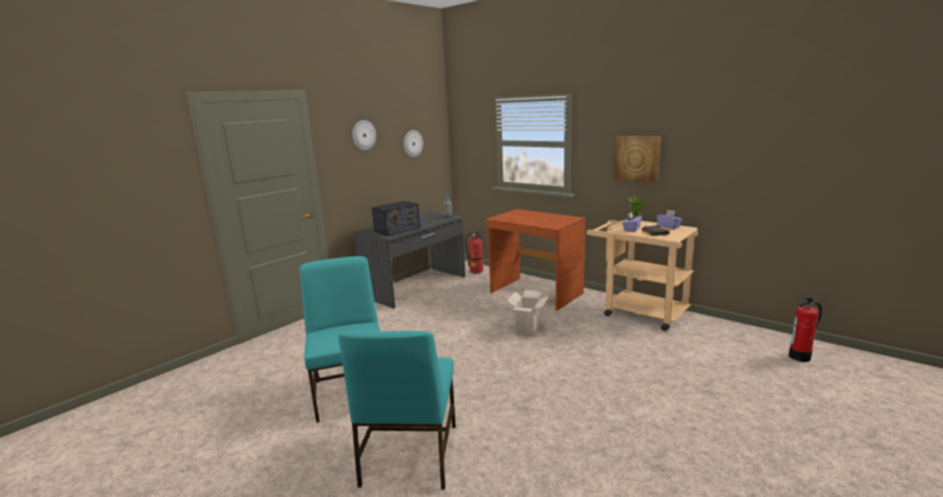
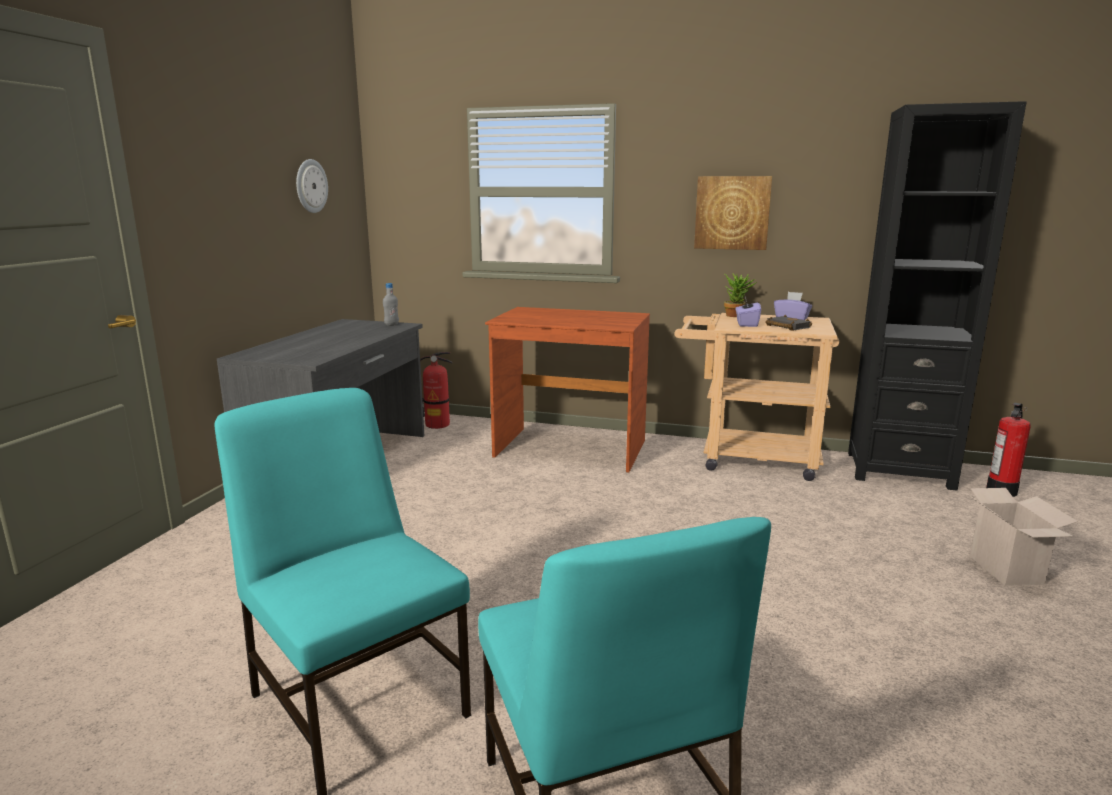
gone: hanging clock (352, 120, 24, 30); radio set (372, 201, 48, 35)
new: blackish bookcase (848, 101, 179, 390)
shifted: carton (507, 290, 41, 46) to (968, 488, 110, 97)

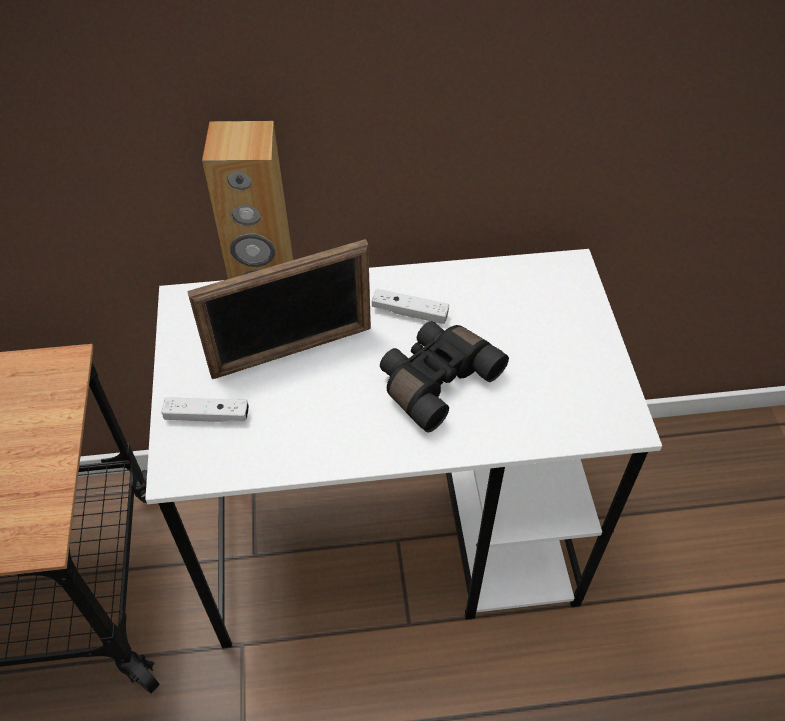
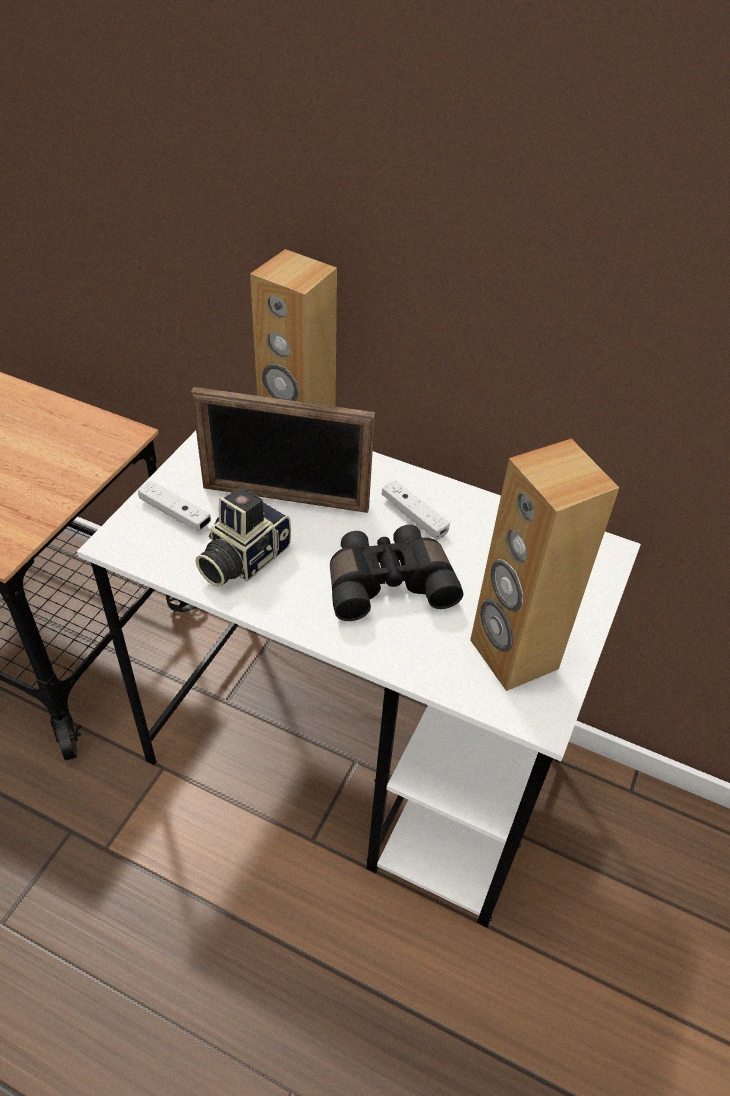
new: still camera (196, 487, 95, 100); brown-coloured loudspeaker (470, 439, 150, 252)

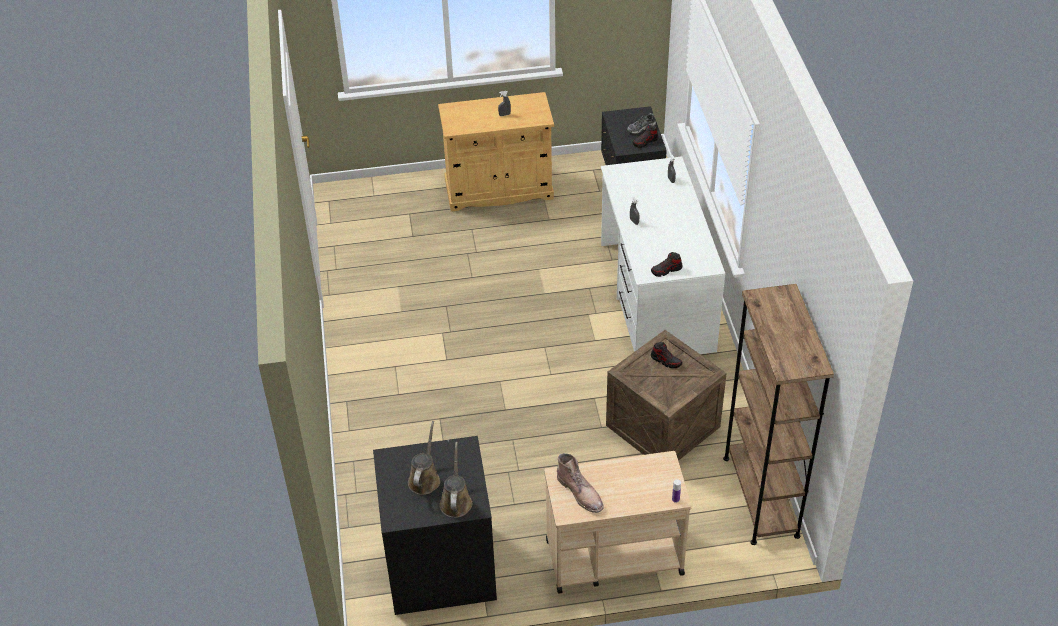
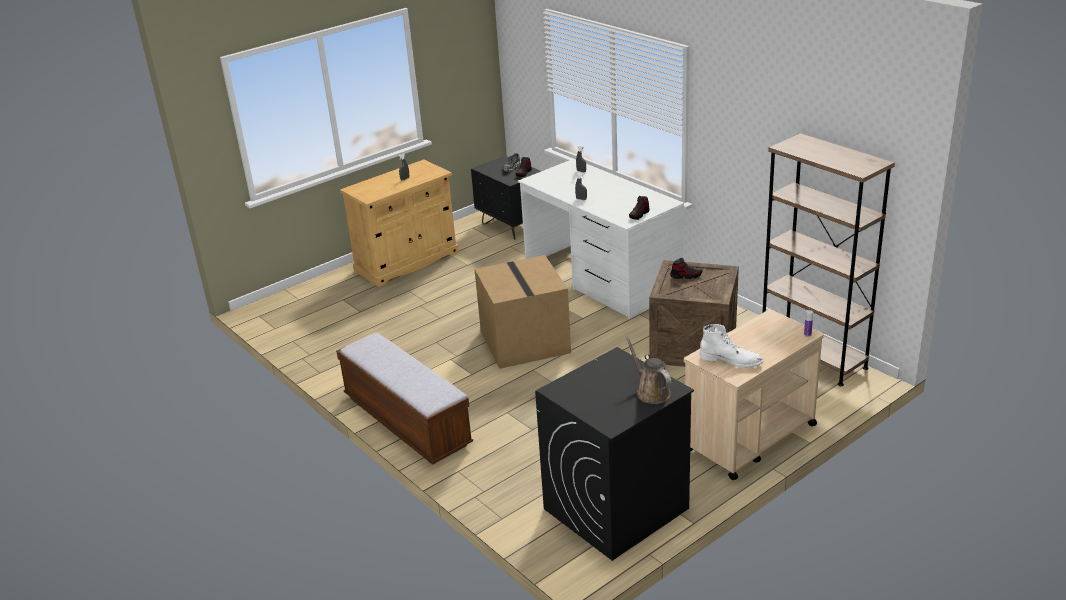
gone: brown-coloured sprinkling can (408, 421, 32, 74)
new: long seat (336, 333, 137, 132); carton (474, 255, 97, 114)
repainted: brown-coloured high-top boot (557, 453, 47, 60) to whitish high-top boot (699, 324, 64, 44)

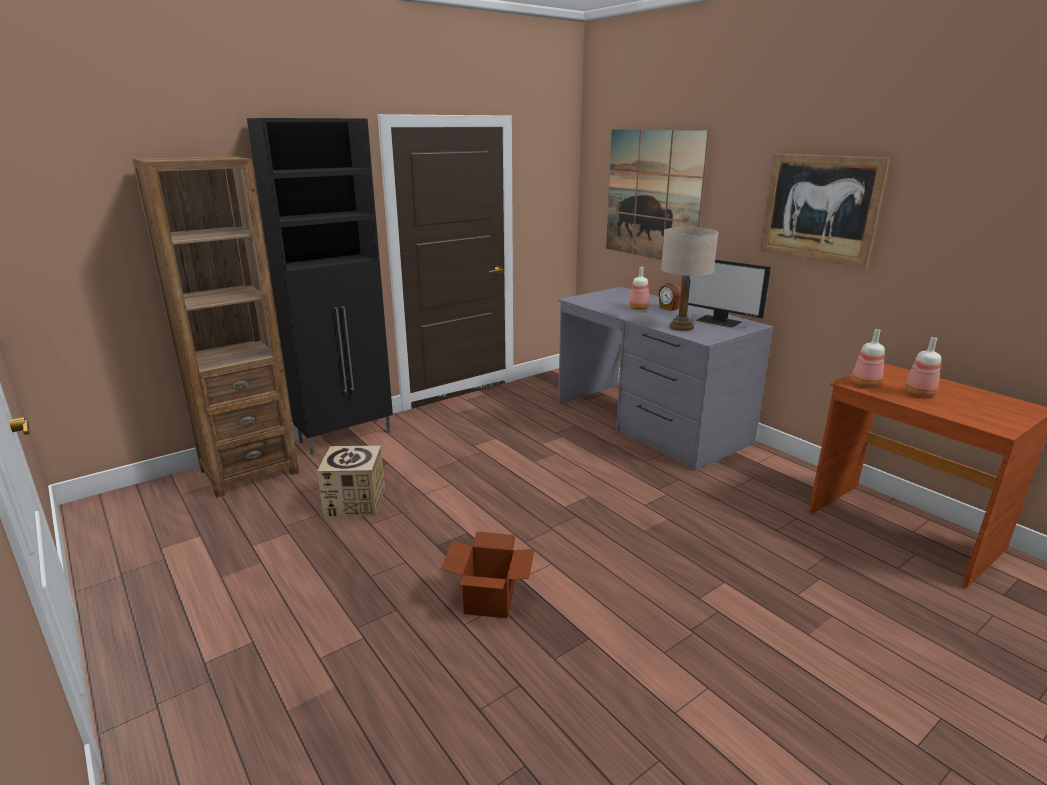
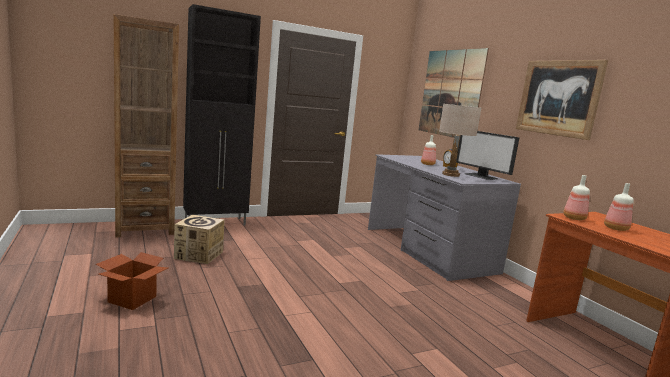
shifted: carton (441, 532, 94, 86) to (96, 252, 72, 58)

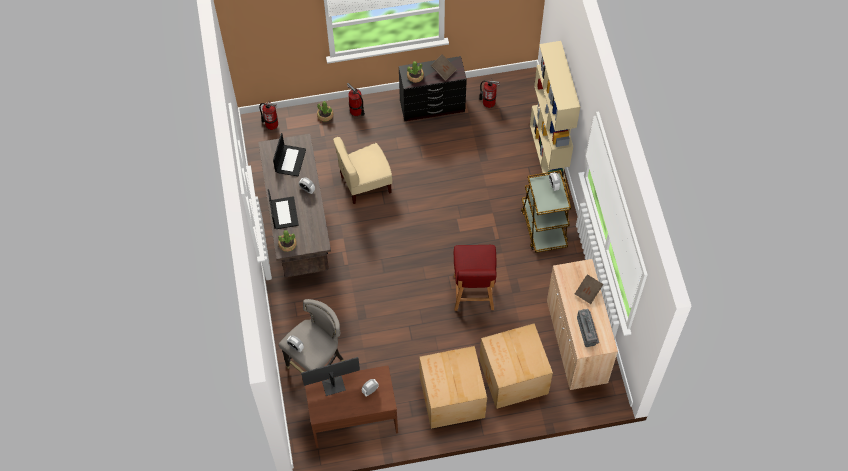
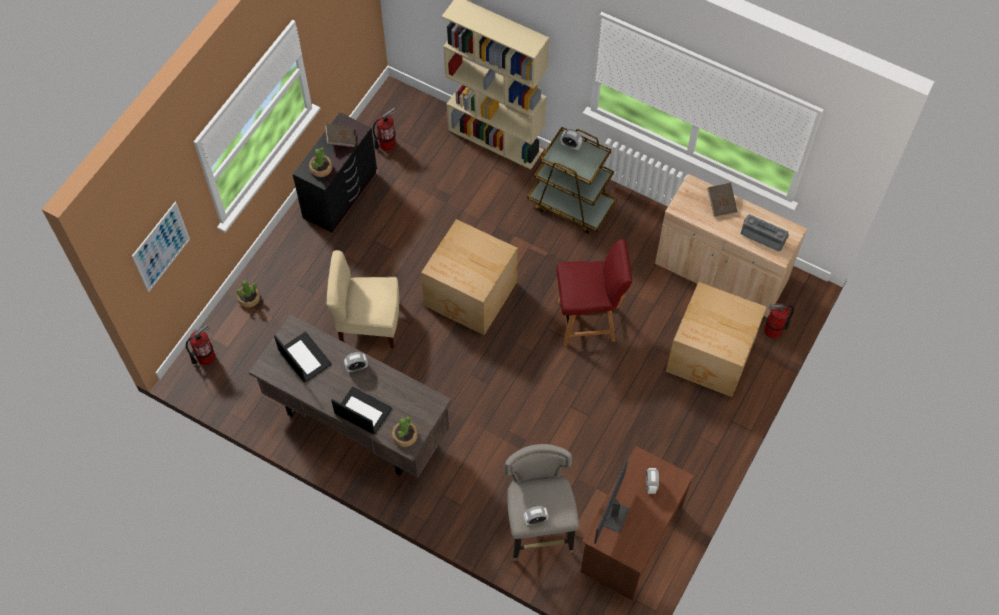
new: picture (132, 202, 58, 90)
shifted: carton (419, 346, 68, 83) to (421, 219, 97, 116); fire extinguisher (347, 83, 18, 33) to (764, 303, 30, 35)
rotated: beige-coloured plain chair (333, 137, 59, 67) = (326, 250, 73, 98) 75 degrees clockwise; red plain chair (454, 245, 43, 66) = (556, 239, 76, 107) 45 degrees counterclockwise

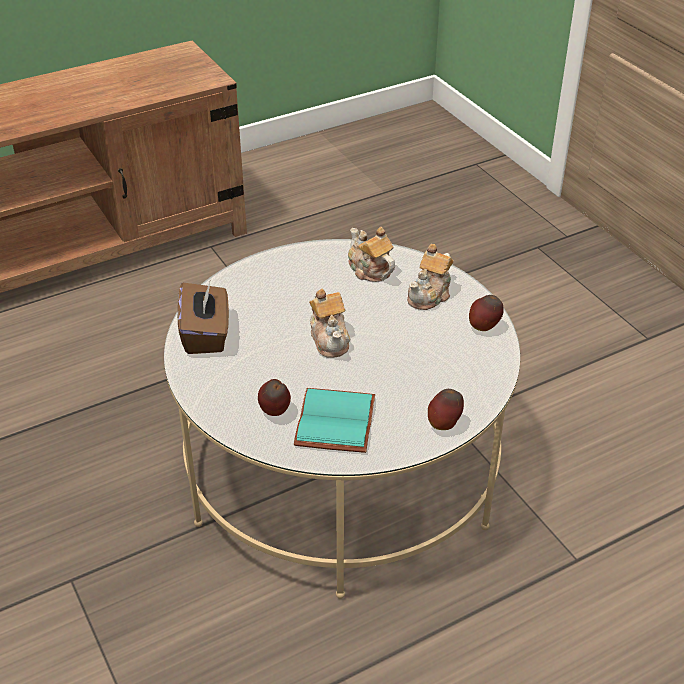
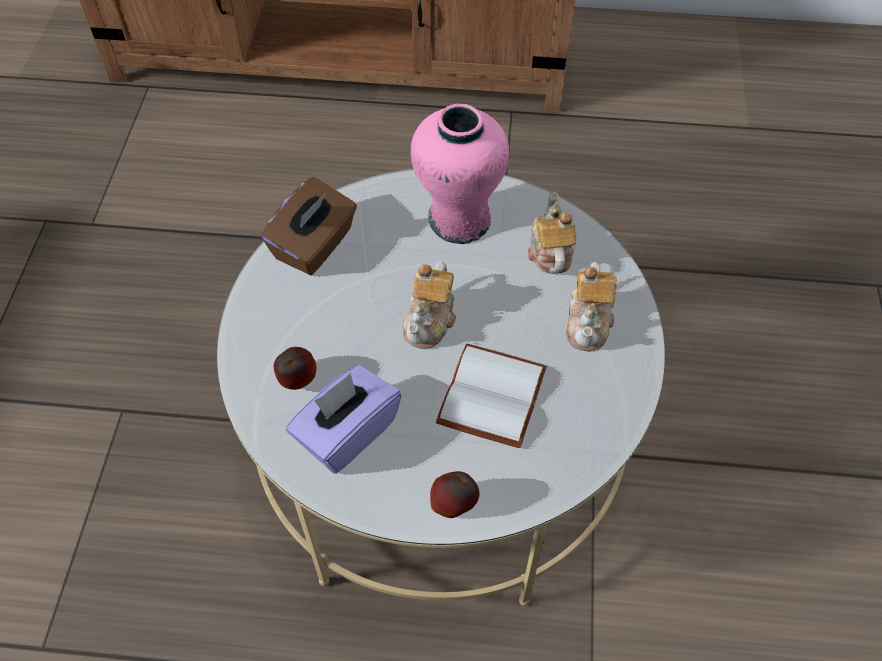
gone: whole apple (469, 295, 35, 36)
new: pink-coloured vase (411, 104, 99, 140); whitish bound book (436, 343, 111, 105)
swapped: turquoise bound book (294, 388, 81, 65) to purplish box of tissues (286, 365, 115, 109)
rotated: tea pot (407, 244, 46, 66) = (566, 262, 51, 89) 60 degrees counterclockwise

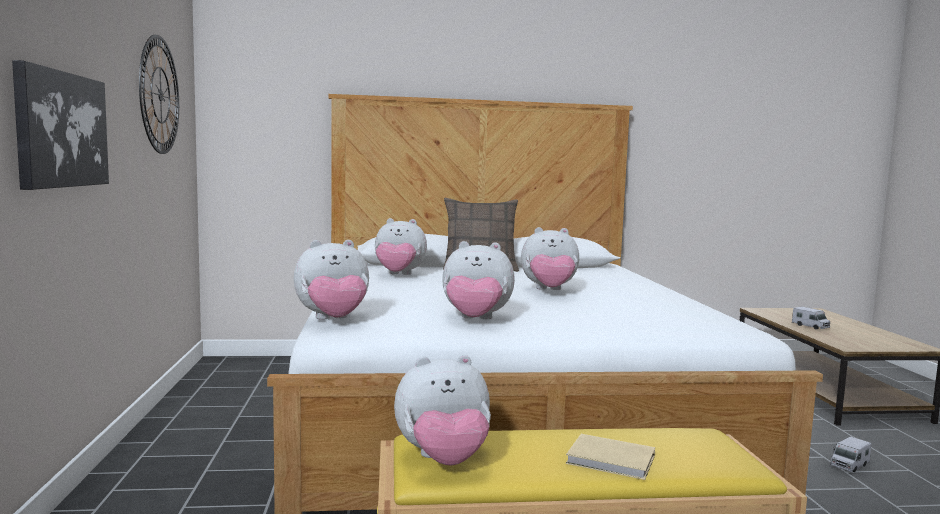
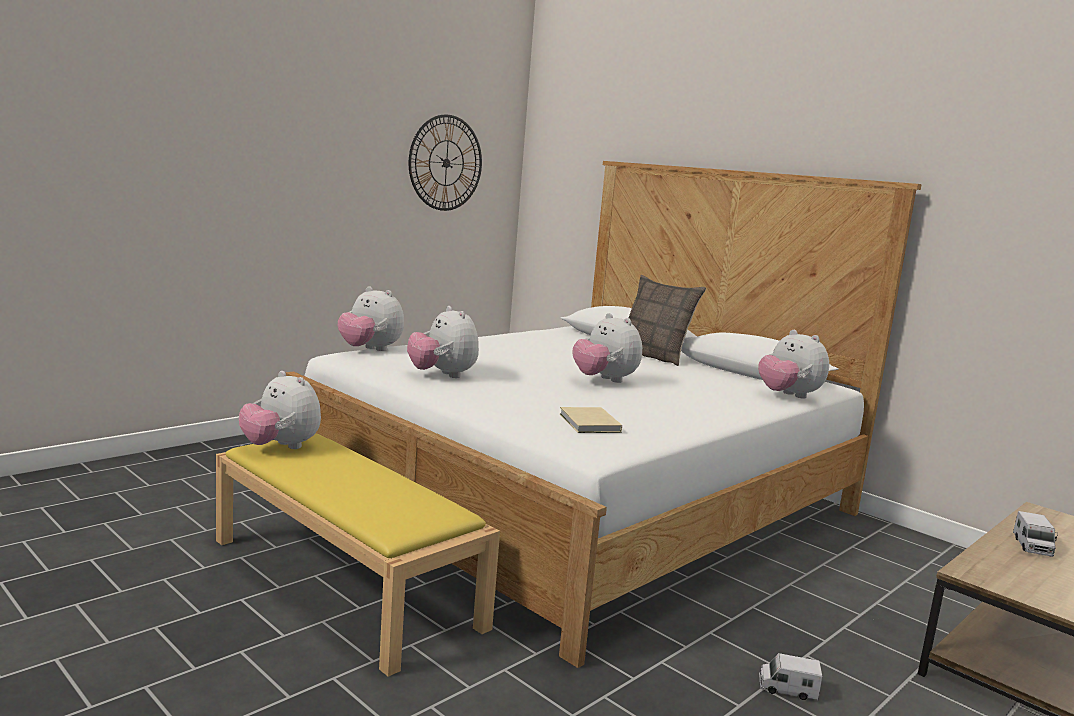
gone: picture (12, 60, 97, 130)
shifted: beige-coloured bound book (566, 434, 89, 46) to (560, 407, 62, 26); soft toy (375, 218, 52, 57) to (758, 330, 71, 69)

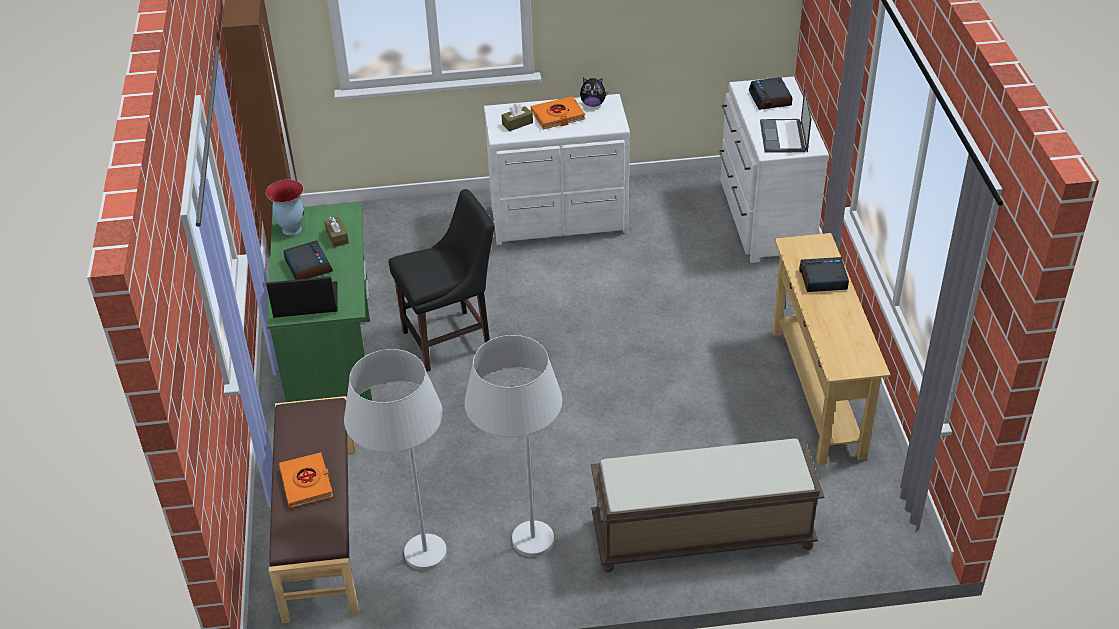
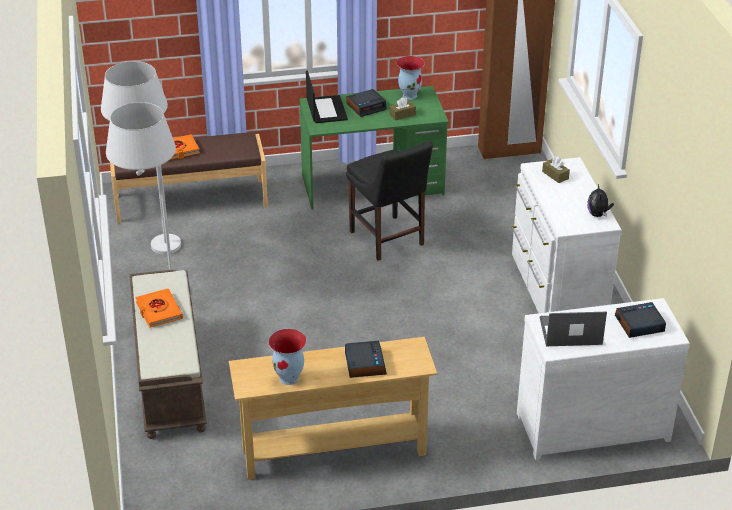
new: vase (268, 329, 39, 56)
shifted: orange-coloured bound book (531, 96, 54, 34) to (135, 288, 48, 40)

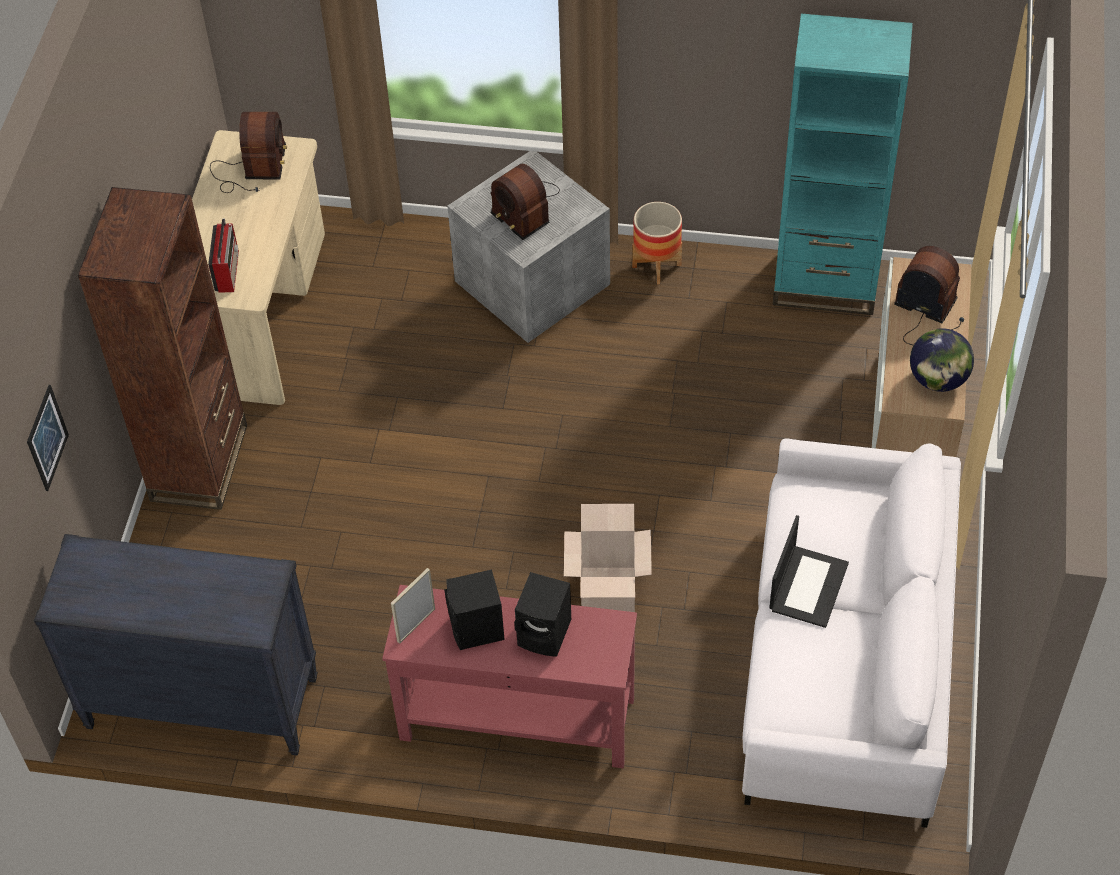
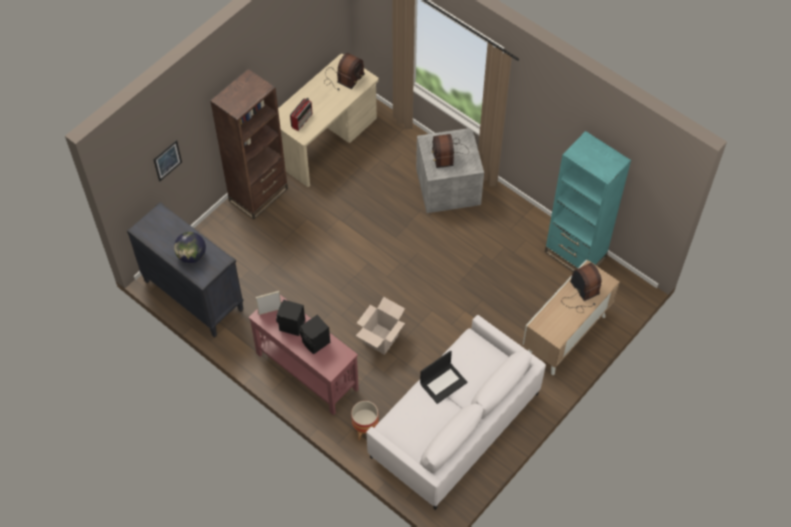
shifted: world globe (910, 328, 64, 64) to (174, 232, 32, 31); plant pot (632, 202, 50, 82) to (351, 401, 28, 39)

